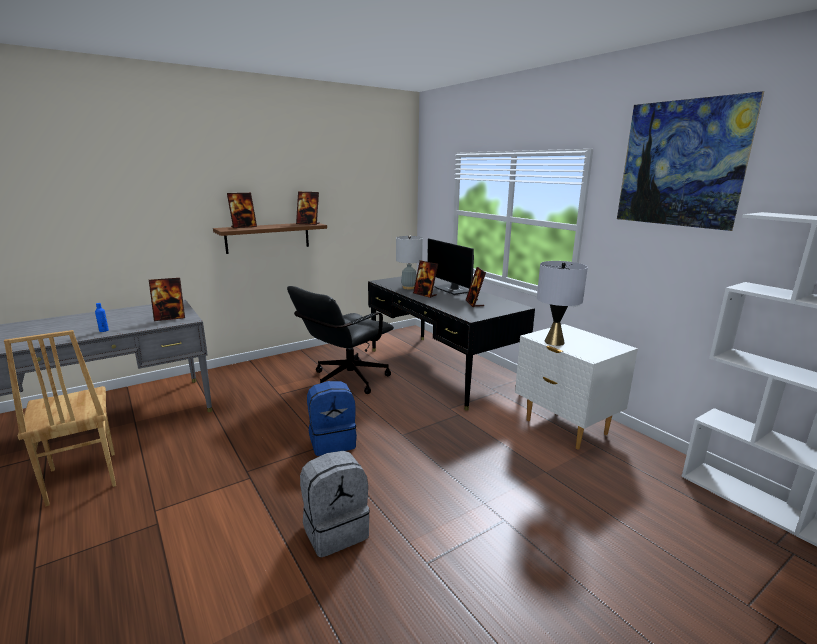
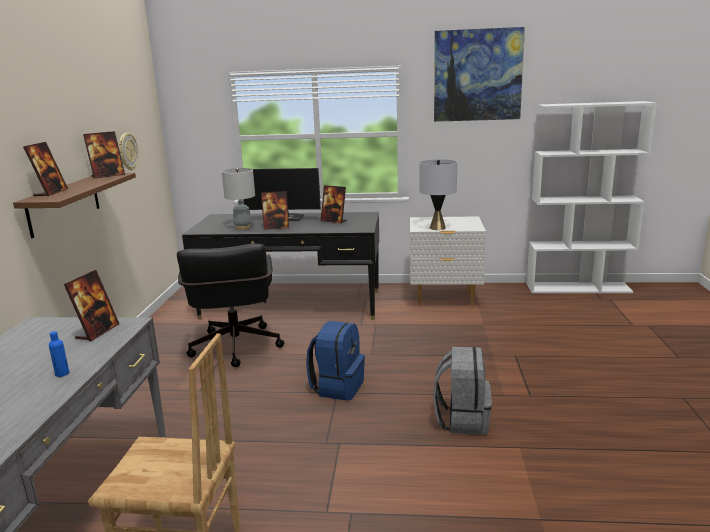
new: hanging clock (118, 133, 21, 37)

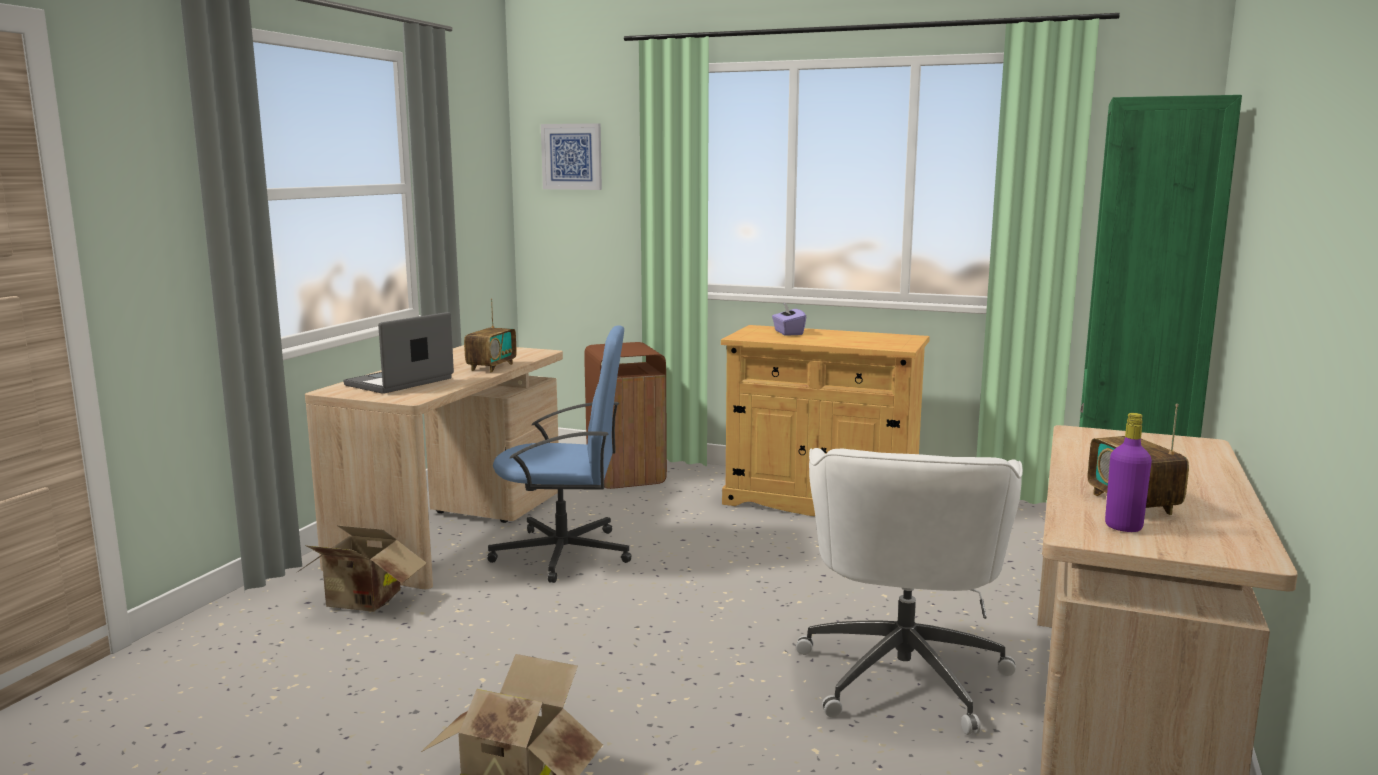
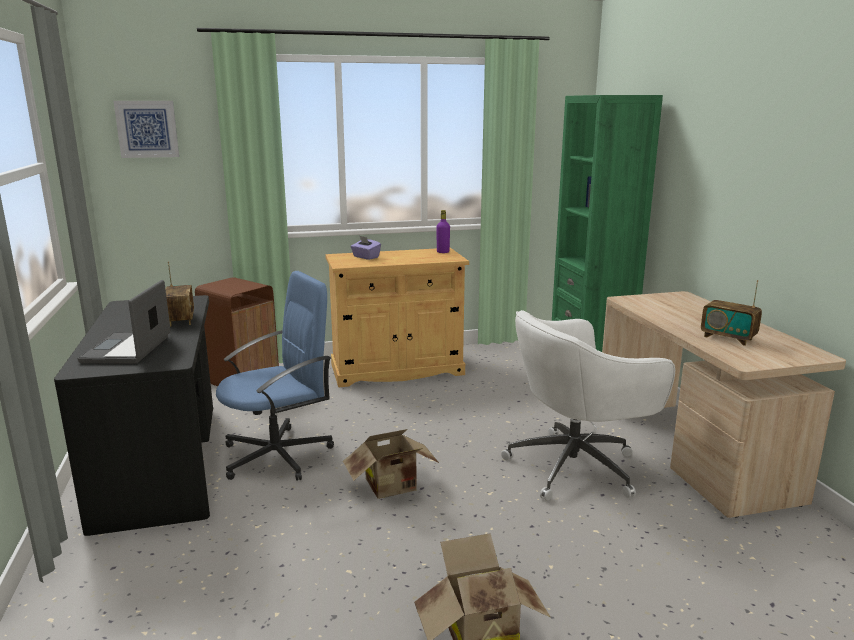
shifted: carton (296, 525, 131, 87) to (343, 429, 96, 70); purplish beverage bottle (1105, 413, 47, 119) to (436, 210, 14, 43)
repainted: beige-coloured desk (305, 345, 258, 244) to blackish desk (54, 295, 159, 241)
rotated: whitish computer chair (796, 448, 227, 287) = (501, 310, 174, 191) 90 degrees clockwise

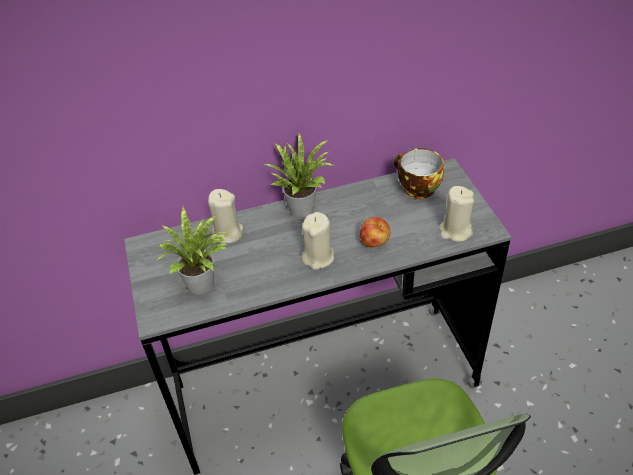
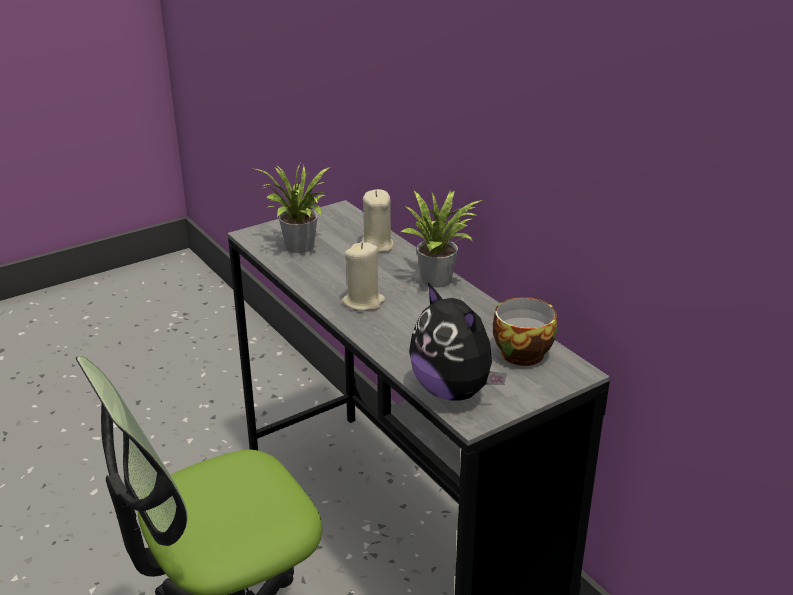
gone: whole apple (360, 217, 30, 30)
swapped: beige-coloured candle (439, 186, 35, 56) to soft toy (409, 283, 98, 118)

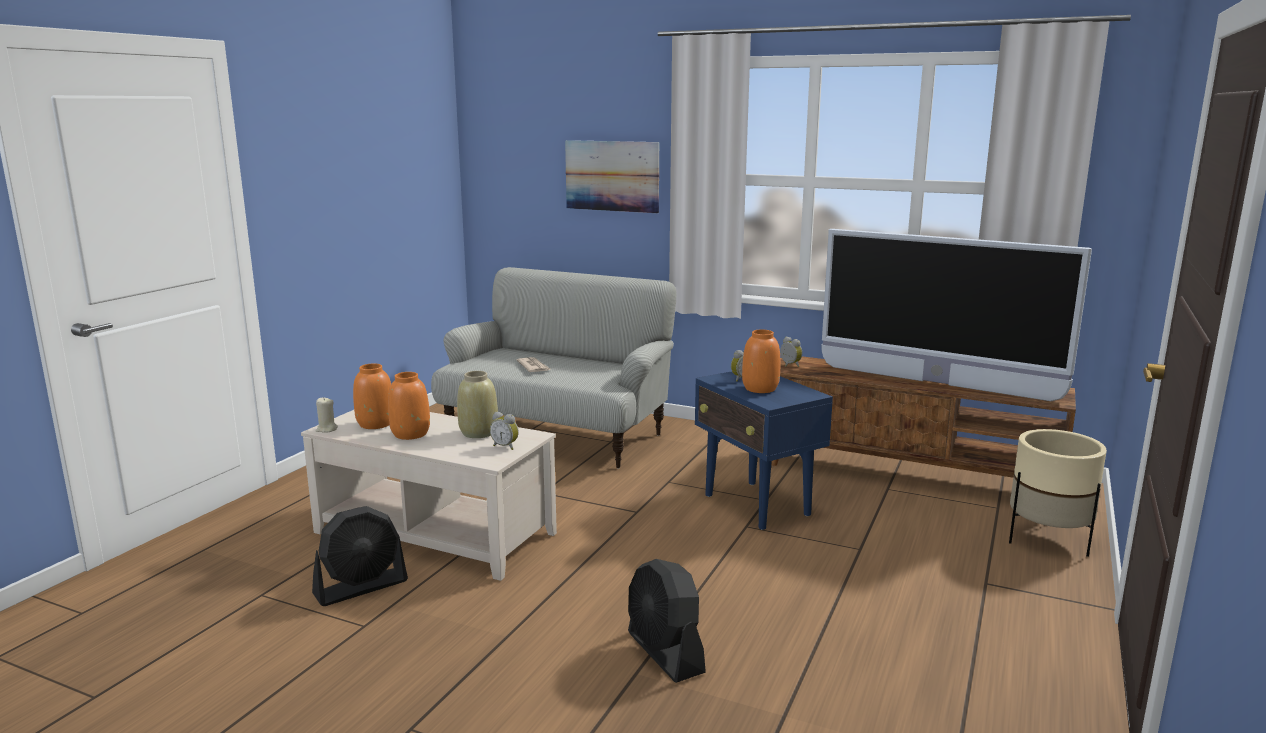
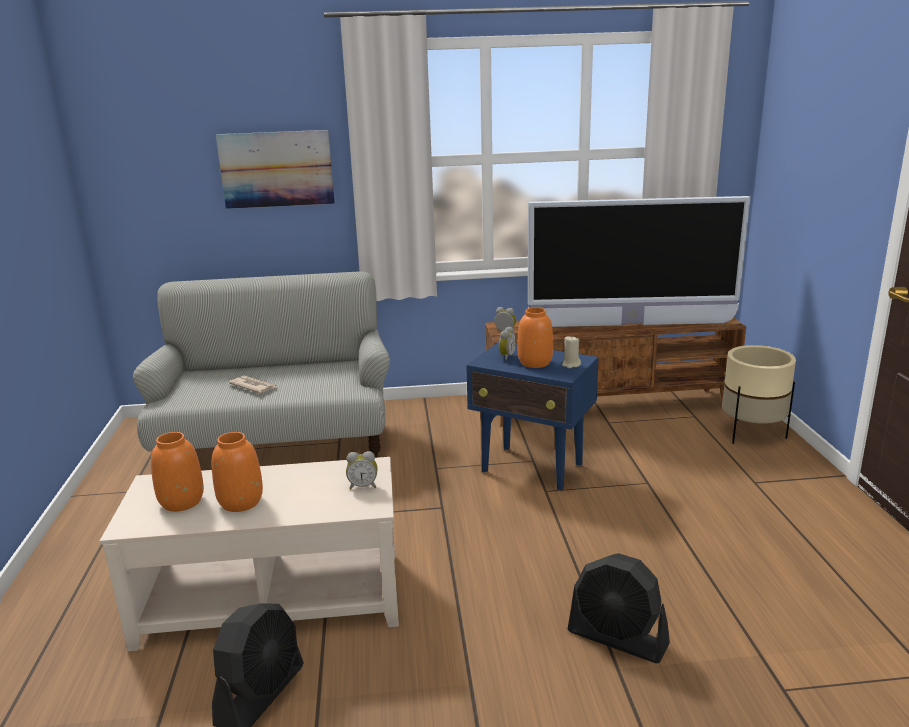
gone: beige-coloured vase (457, 371, 41, 67)
shifted: beige-coloured candle (316, 397, 22, 36) to (562, 336, 19, 32)

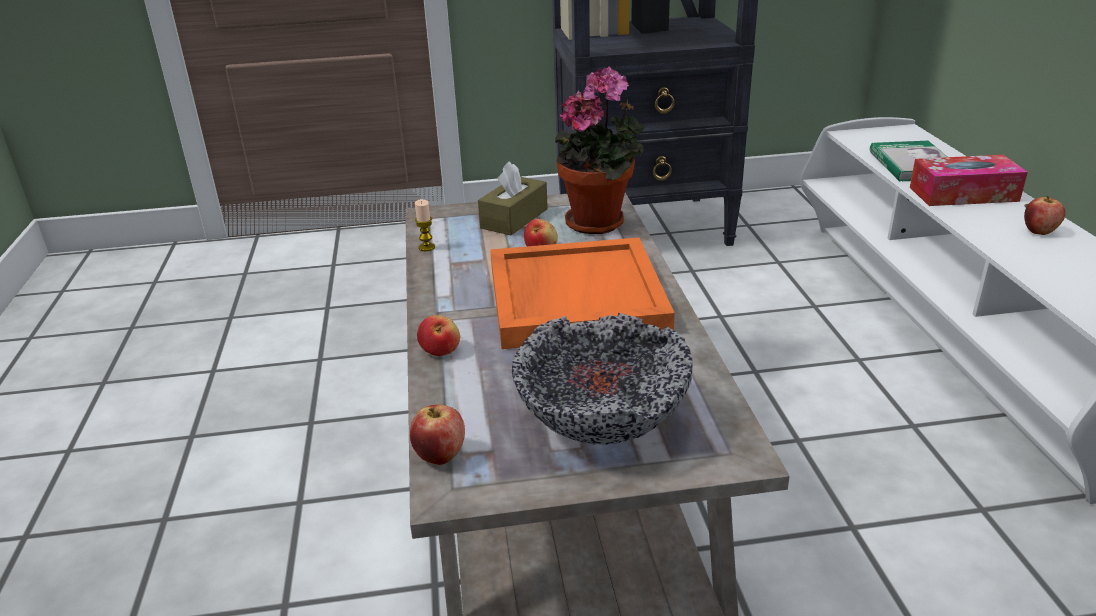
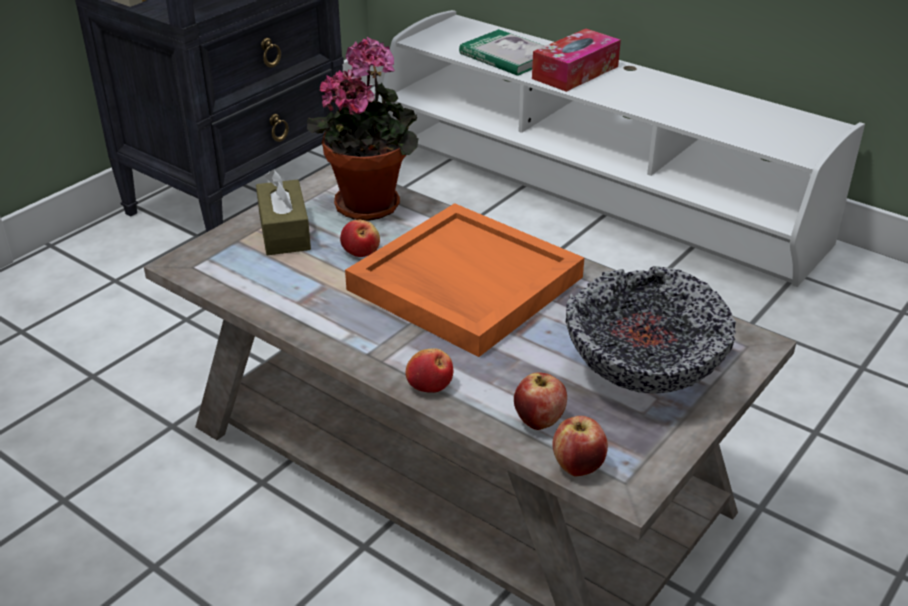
gone: candle (415, 199, 20, 52)
shifted: whole apple (1024, 196, 41, 39) to (514, 372, 53, 58)

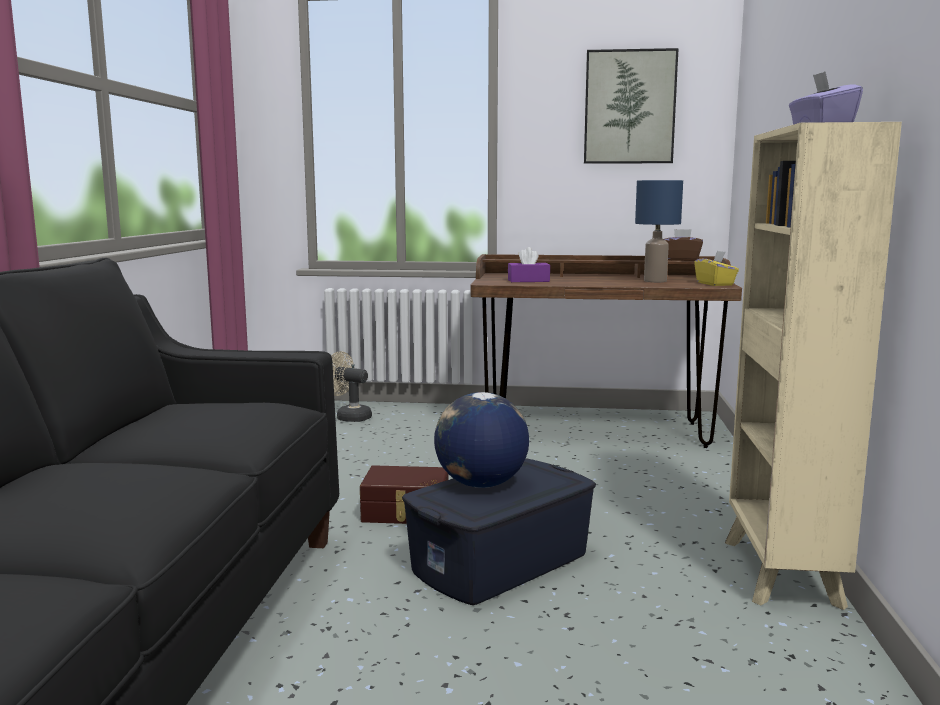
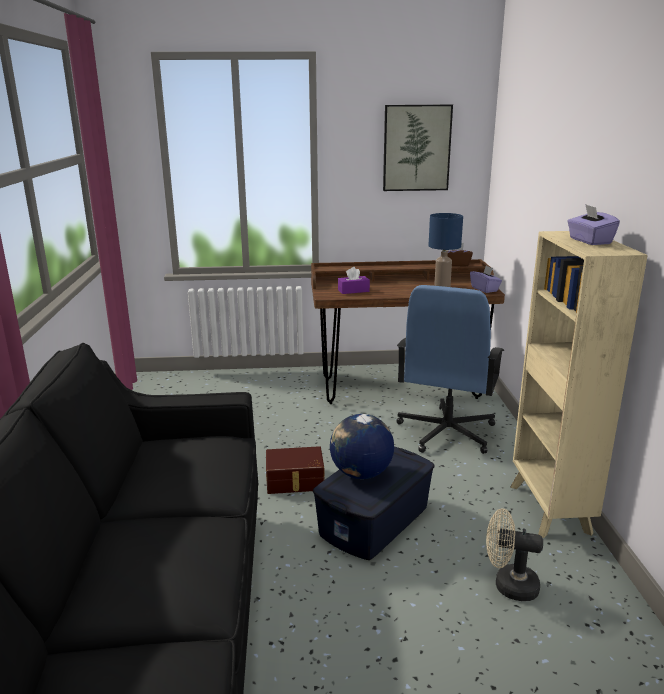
new: blue-coloured computer chair (396, 285, 108, 169)
shifted: beige-coloured electric fan (331, 351, 41, 71) to (486, 508, 57, 93)
repainted: yellow box of tissues (694, 251, 45, 35) to purplish box of tissues (470, 265, 32, 28)

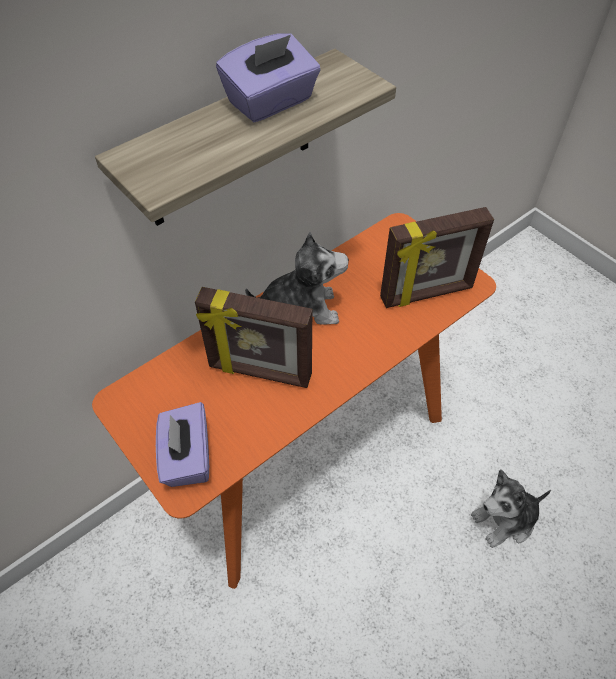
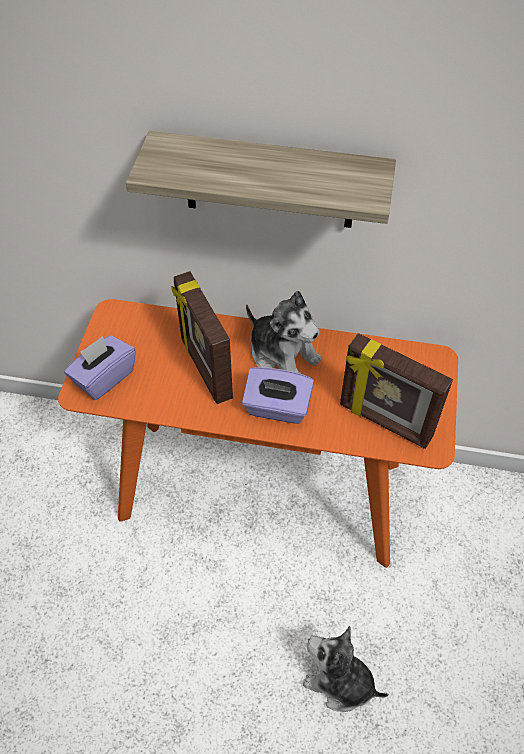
shifted: purplish box of tissues (216, 33, 105, 89) to (242, 367, 72, 57)

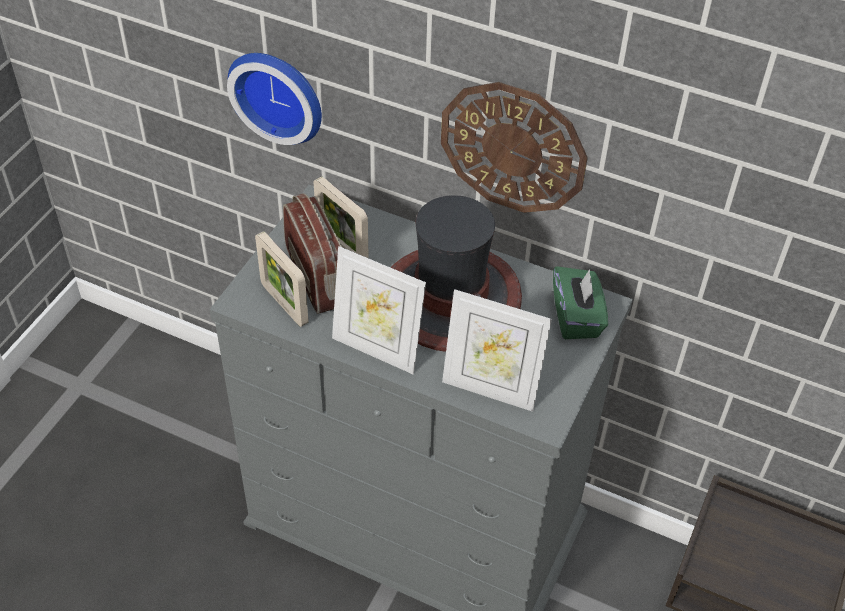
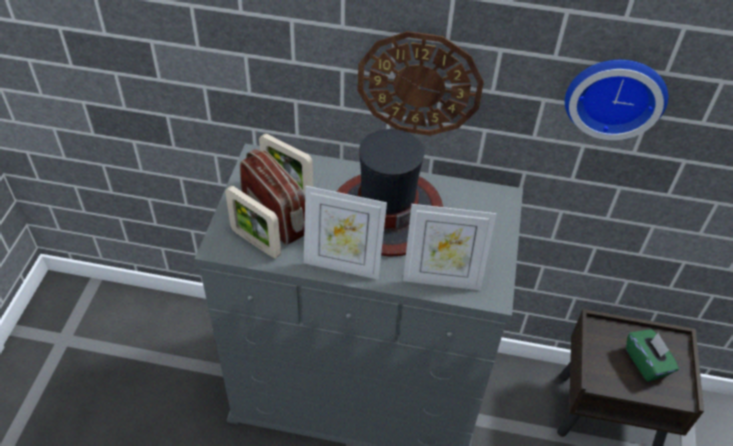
shifted: hanging clock (227, 53, 95, 92) to (565, 60, 103, 80); greenish box of tissues (553, 266, 55, 73) to (626, 329, 53, 53)

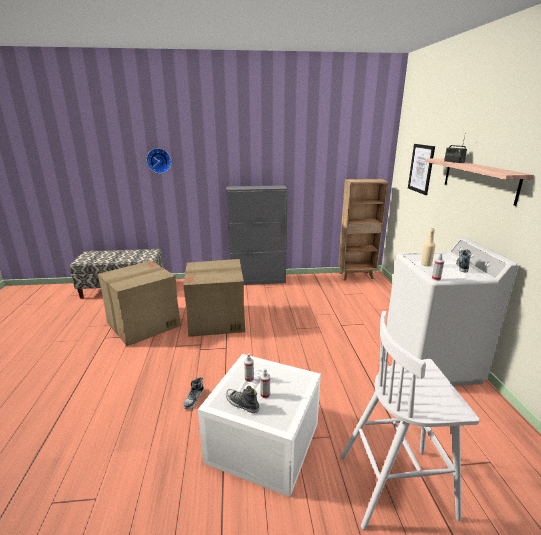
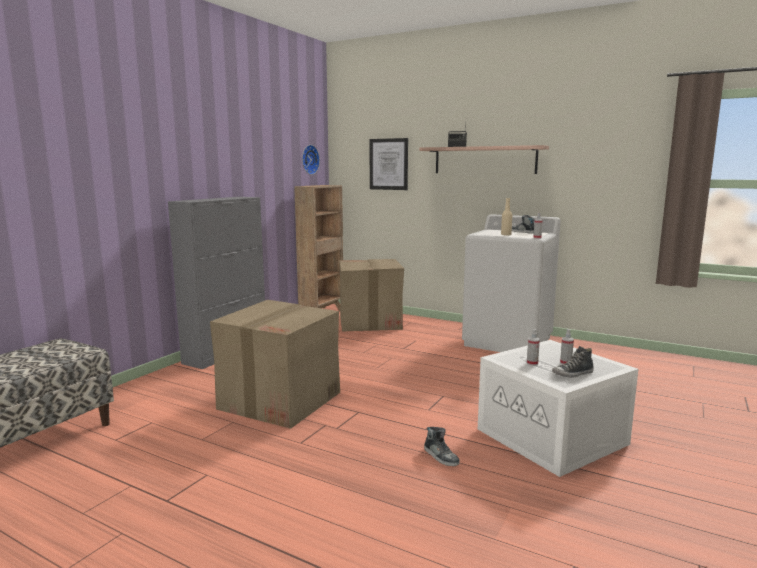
gone: whitish sitting stool (340, 311, 139, 219)
shifted: hanging clock (146, 148, 26, 26) to (302, 145, 18, 30); carton (98, 261, 83, 85) to (339, 259, 65, 72)

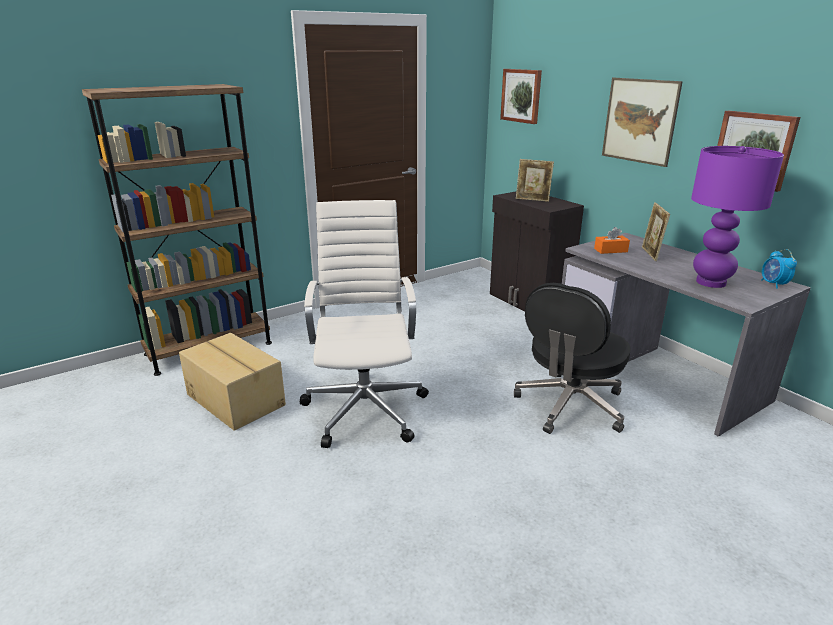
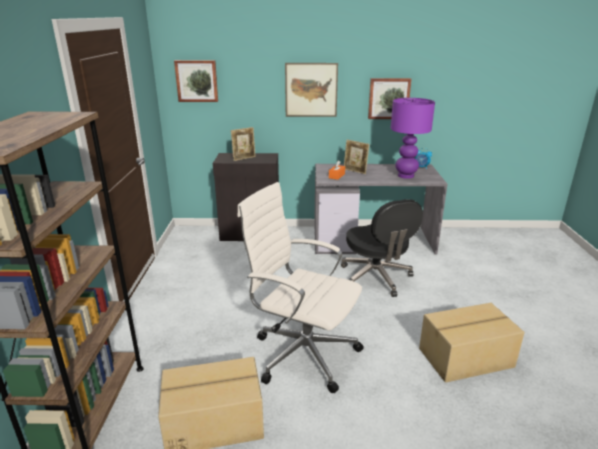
new: carton (419, 303, 106, 80)

